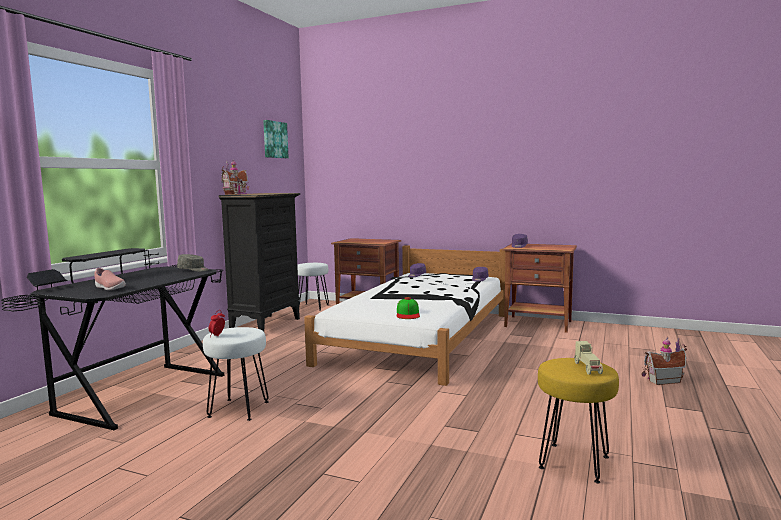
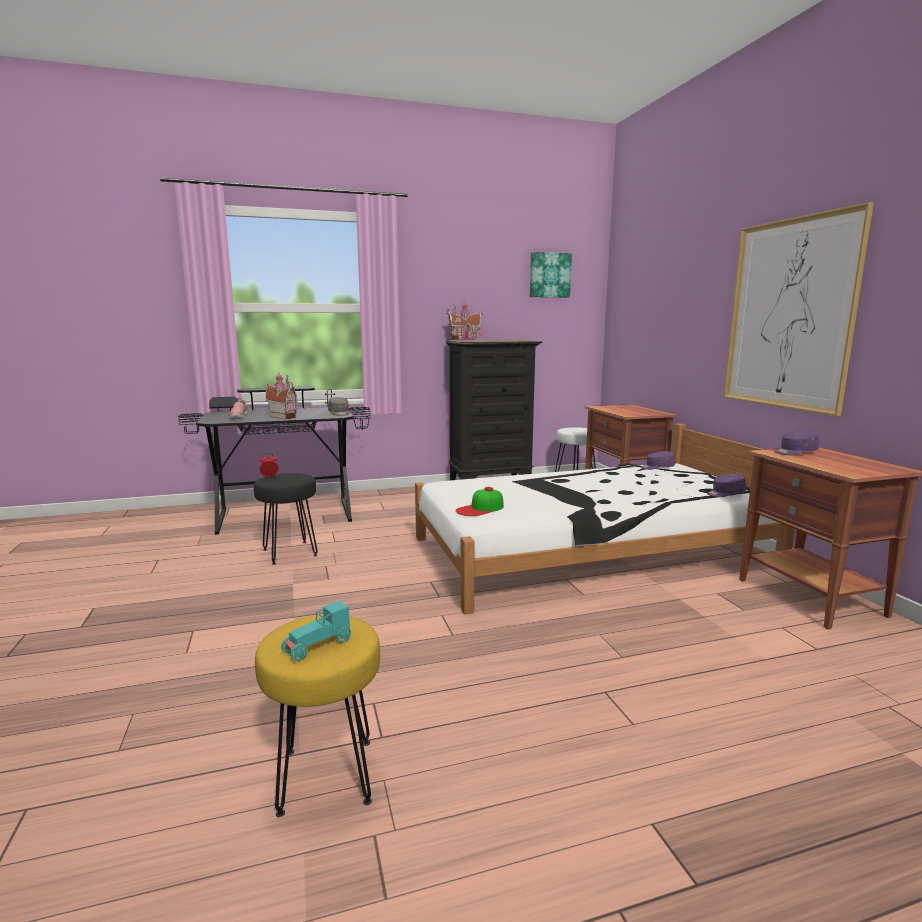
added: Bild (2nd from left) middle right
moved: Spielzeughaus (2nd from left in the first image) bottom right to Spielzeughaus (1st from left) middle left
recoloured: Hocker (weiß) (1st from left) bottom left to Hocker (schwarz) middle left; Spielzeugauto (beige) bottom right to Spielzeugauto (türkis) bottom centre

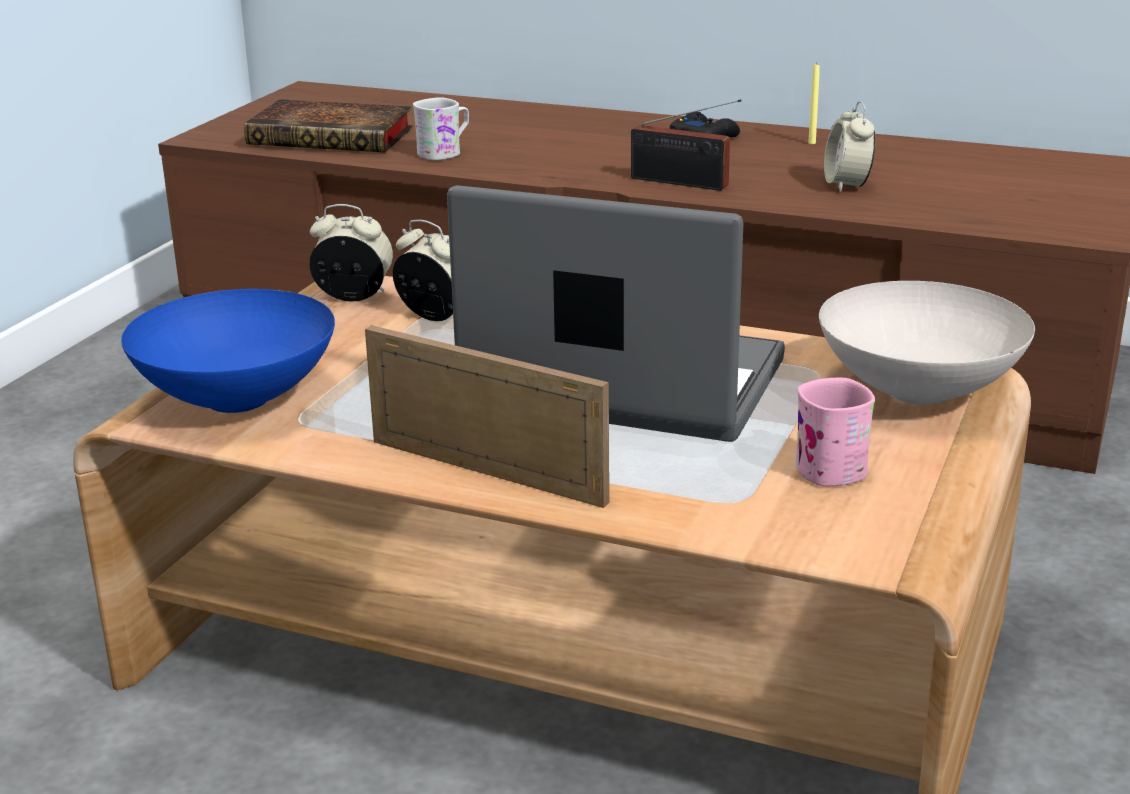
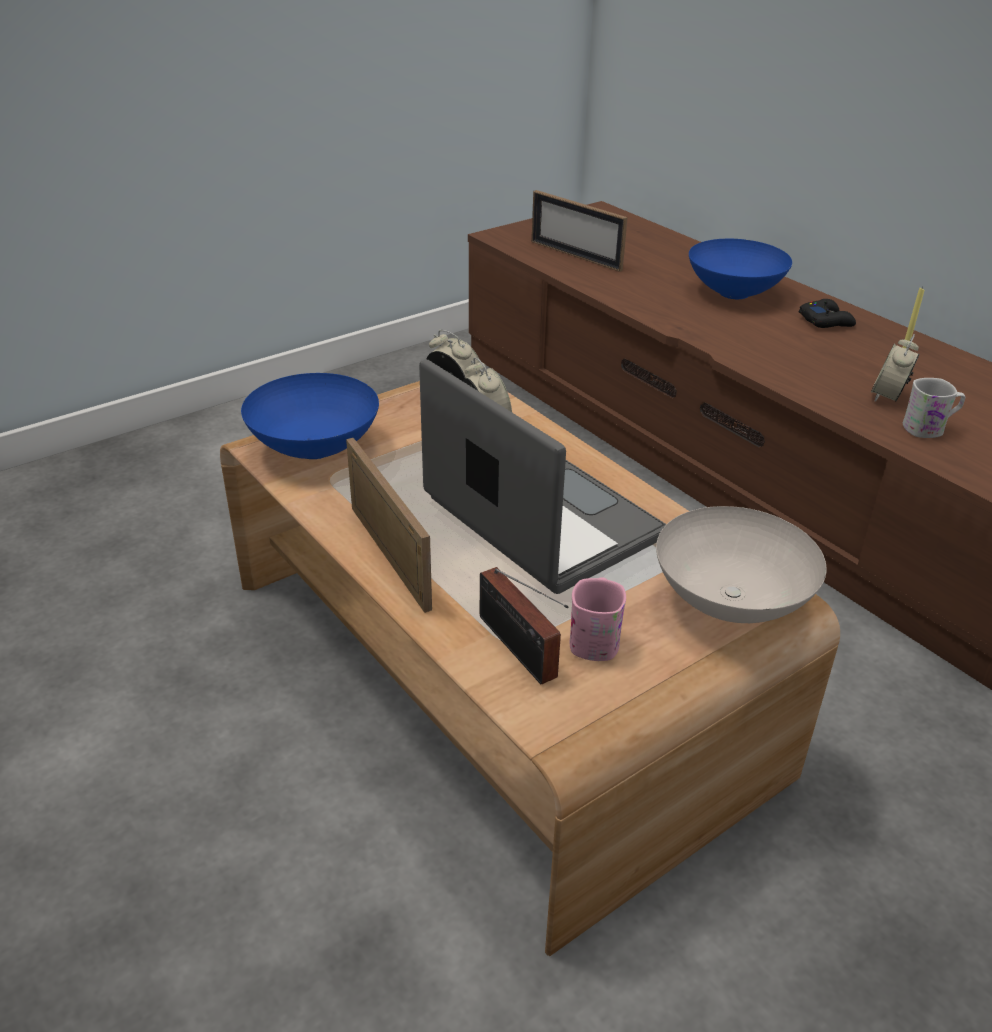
added: Schüssel (blau) (2nd from left) top right
moved: Henkelbecher (weiß) top centre to middle right; Radio top centre to centre
replaced: Buch top left to Bilderrahmen (2nd from left) top centre

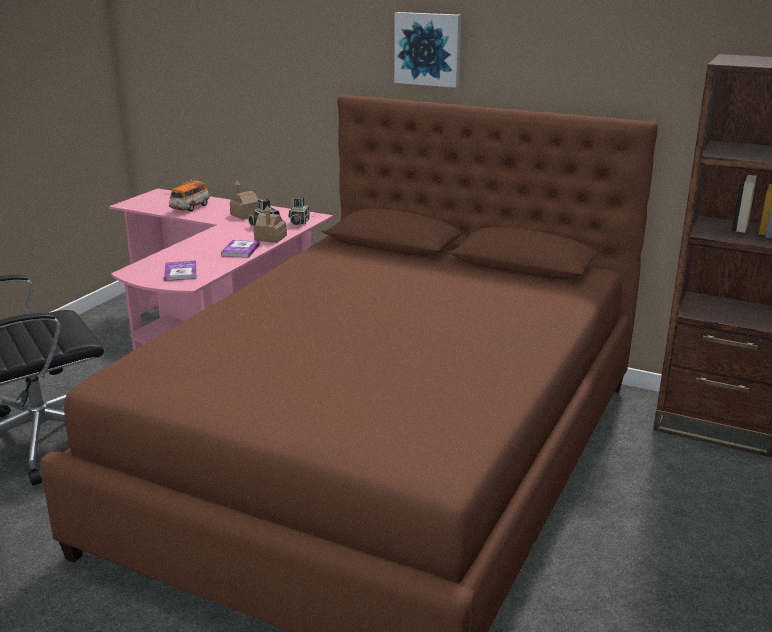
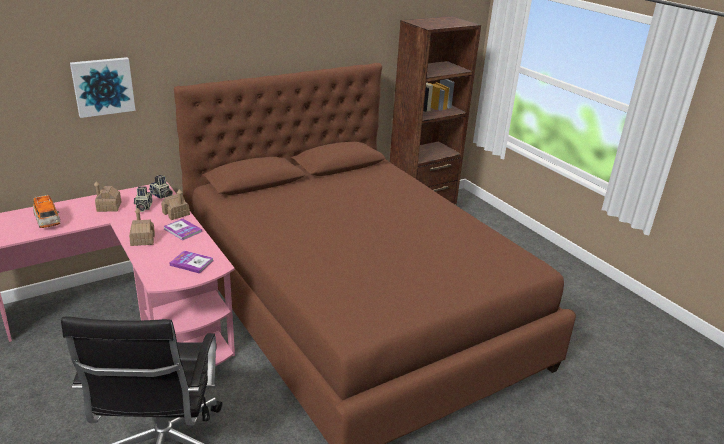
added: Spielzeughaus (2nd from left) middle left
moved: Bild top centre to top left

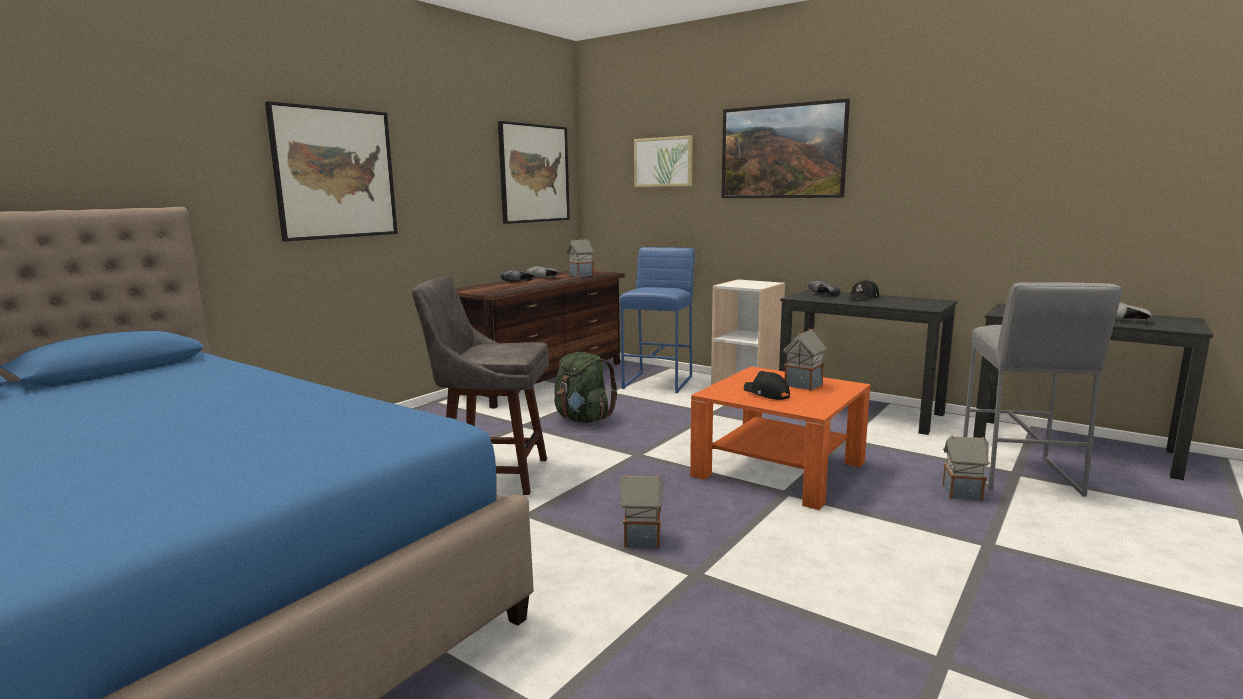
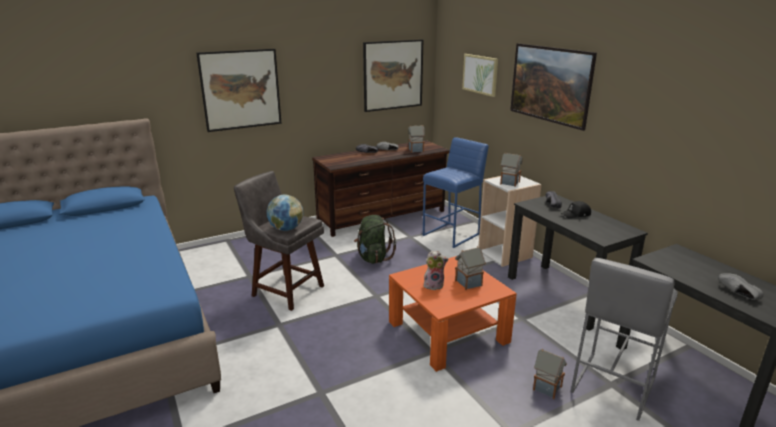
added: Globus centre
moved: Spielzeughaus (2nd from left in the first image) bottom centre to Spielzeughaus (3rd from left) centre
replaced: Kappe (schwarz) (1st from left) centre to Plüschtier centre

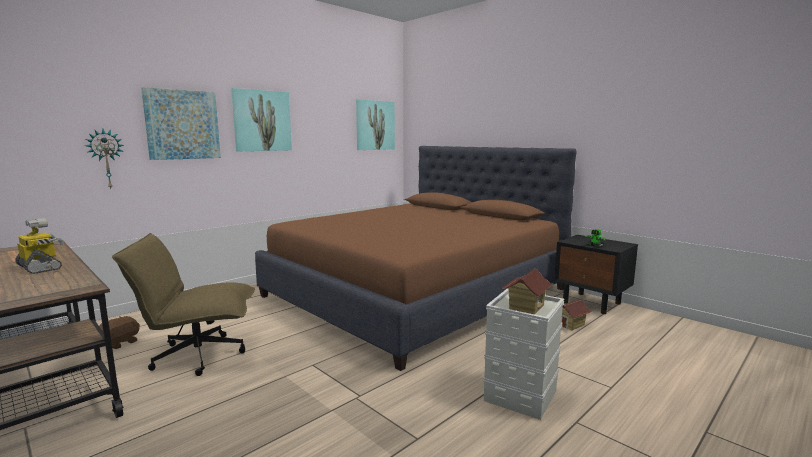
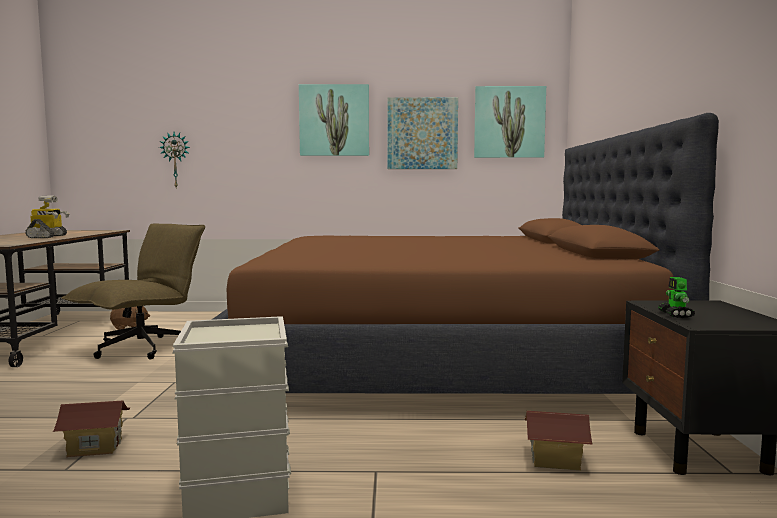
moved: Bild (1st from left in the first image) top left to Bild (2nd from left) top centre; Spielzeughaus (1st from left) centre to bottom left
turned: Bürostuhl (beige) middle left = middle left 90 degrees clockwise

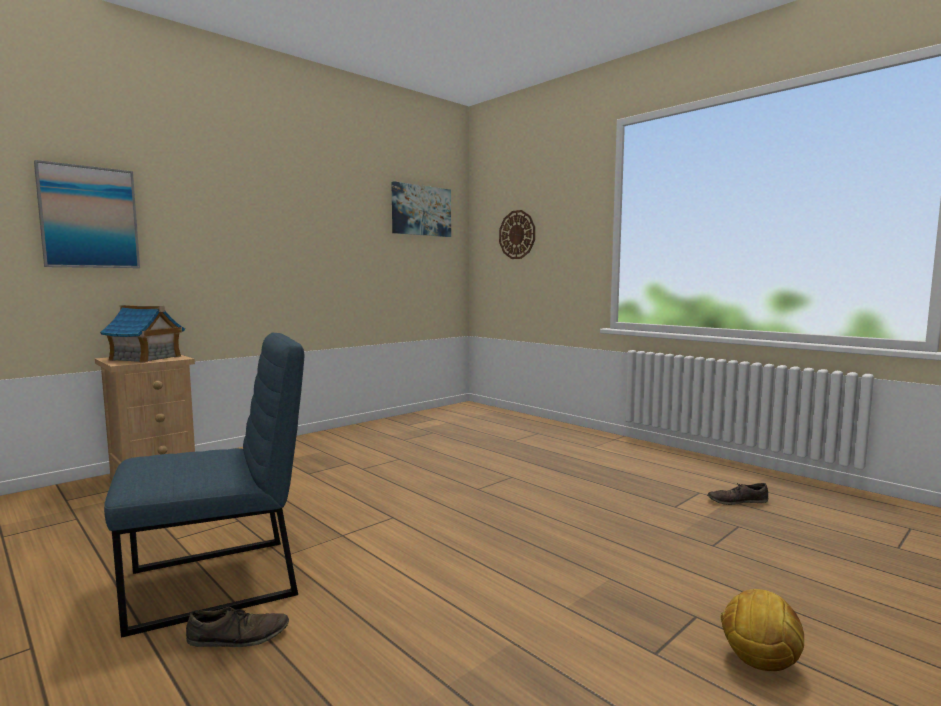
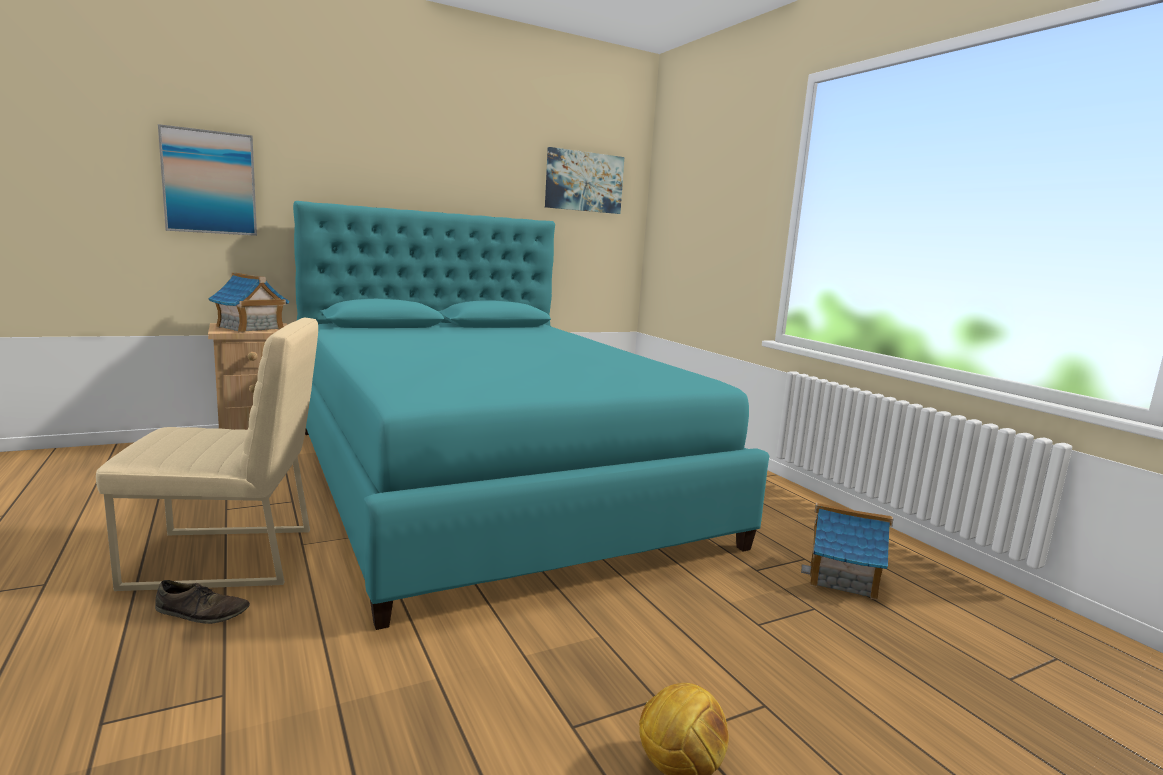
removed: Wanduhr top centre
added: Bett (türkis) centre
replaced: Schuh (braun) (2nd from left) bottom right to Spielzeughaus (2nd from left) bottom right
recoloured: Stuhl (blau) bottom left to Stuhl (beige) middle left

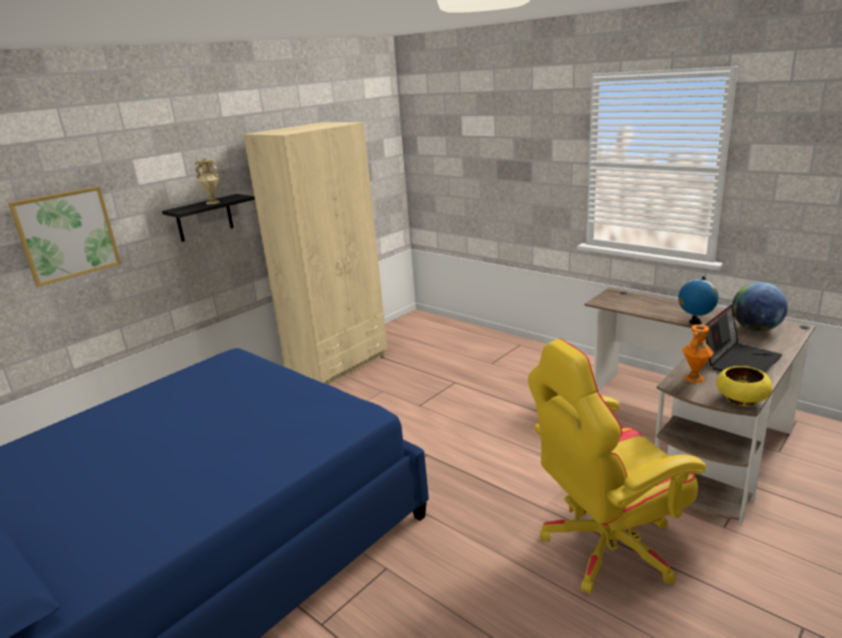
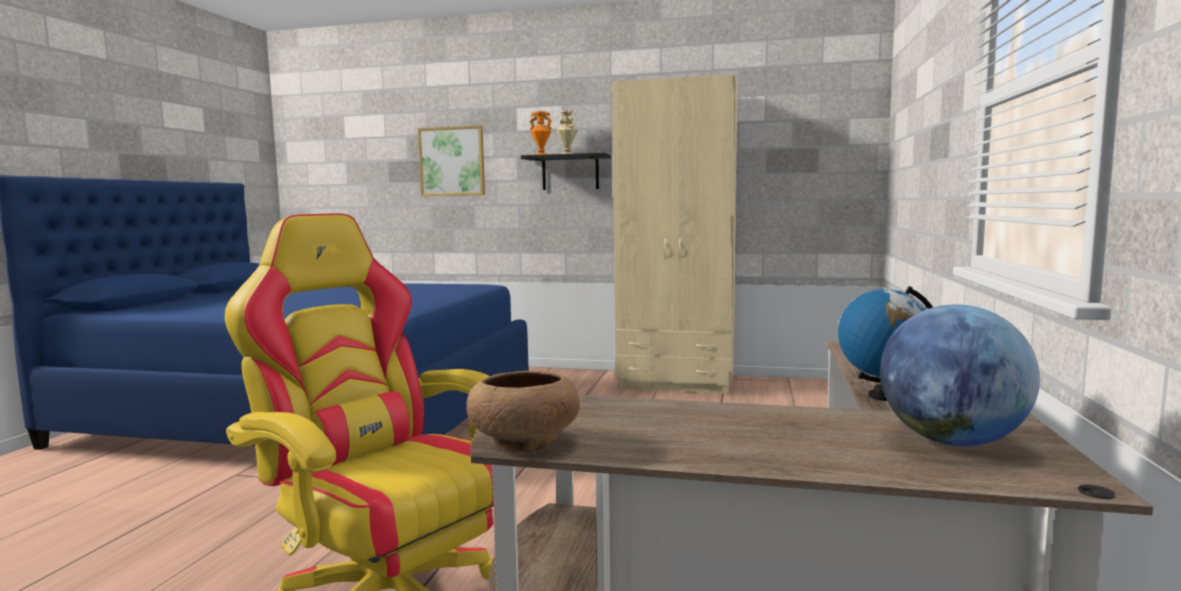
removed: Laptop middle right
moved: Vase (orange) middle right to top centre
recoloured: Schüssel (gelb) middle right to Schüssel (braun) bottom centre

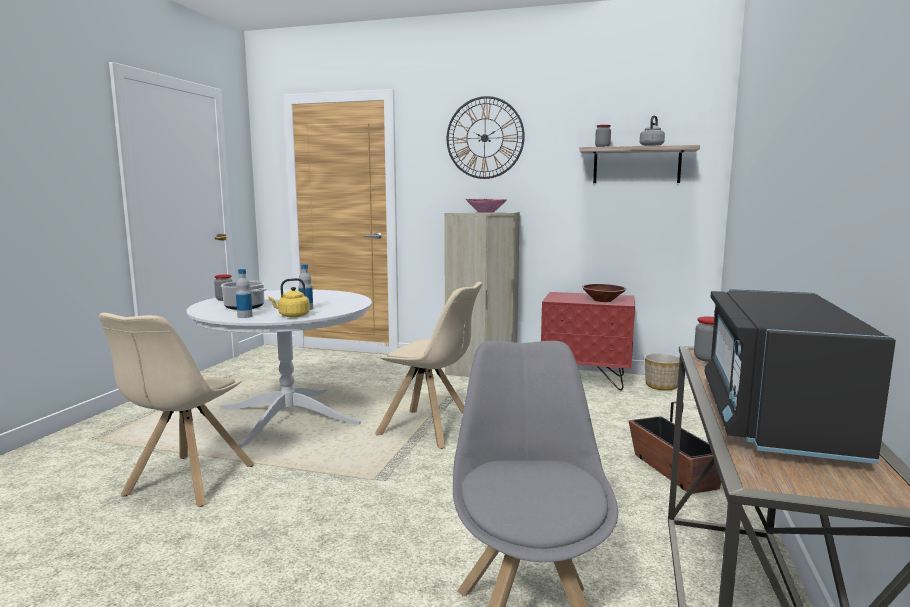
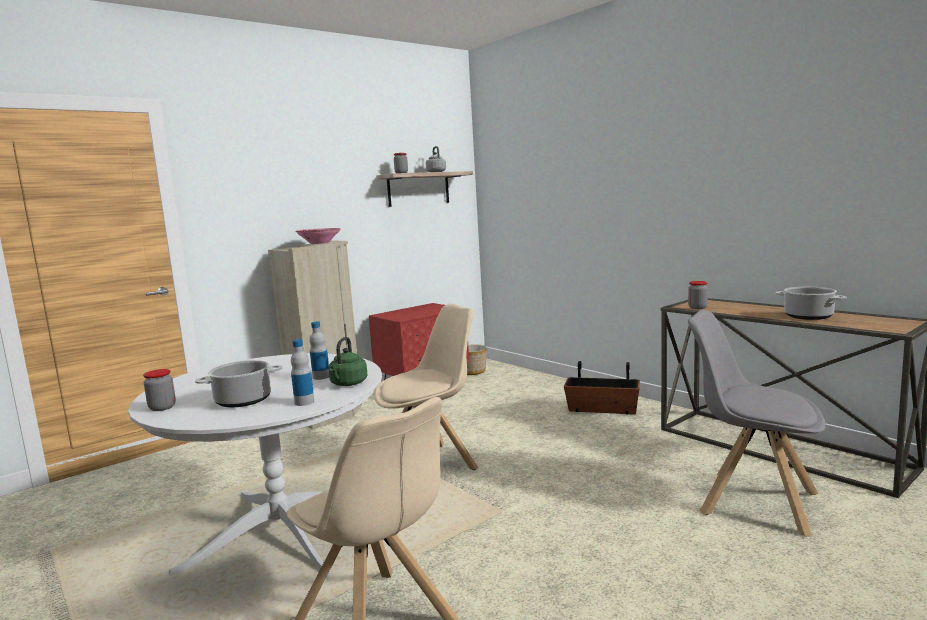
removed: Wanduhr top centre; Schüssel (braun) centre
replaced: Mikrowelle (schwarz) middle right to Kochtopf (2nd from left) middle right
recoloured: Wasserkessel (gelb) middle left to Wasserkessel (grün) centre

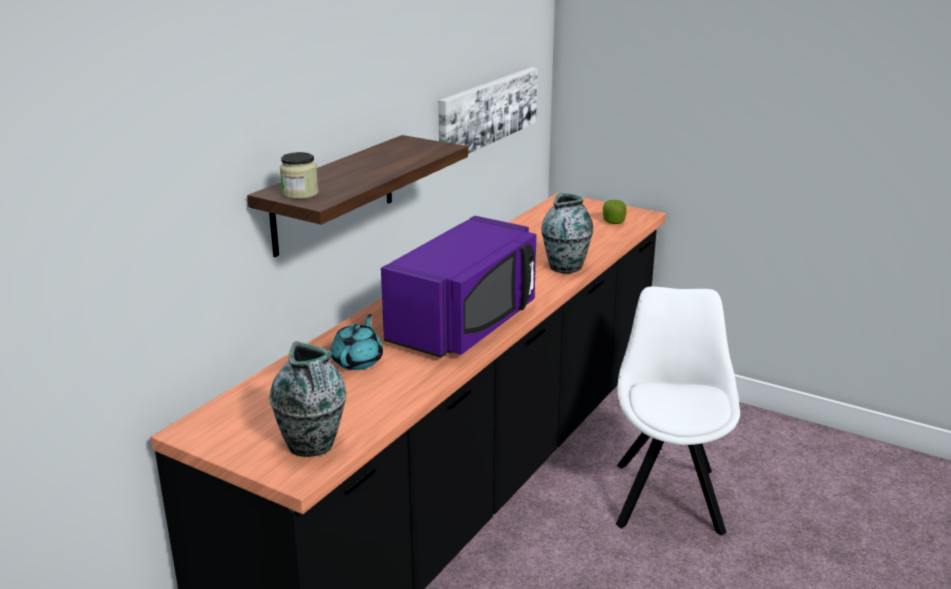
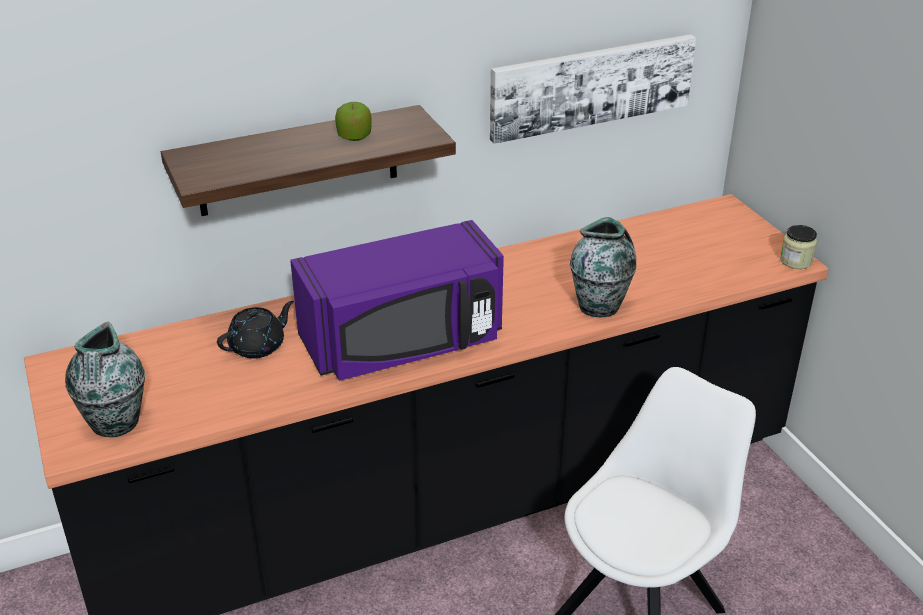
moved: Vorratsglas top left to middle right; Apfel centre to top centre
recoloured: Teekanne (türkis) centre to Teekanne (schwarz) middle left

